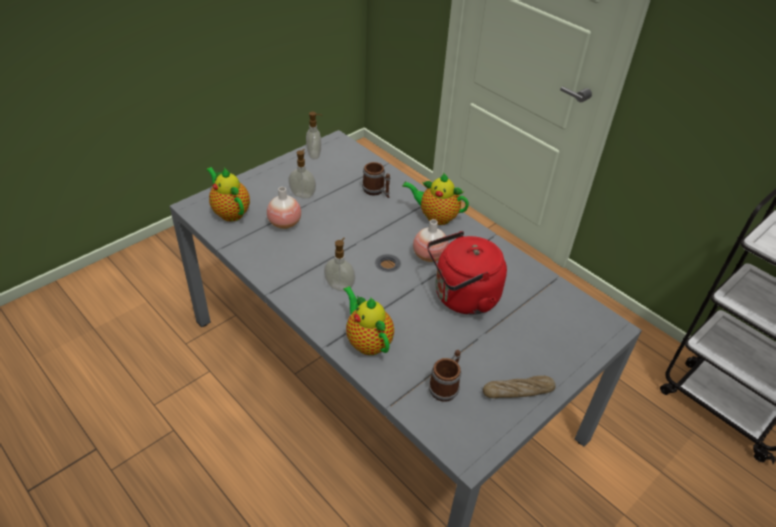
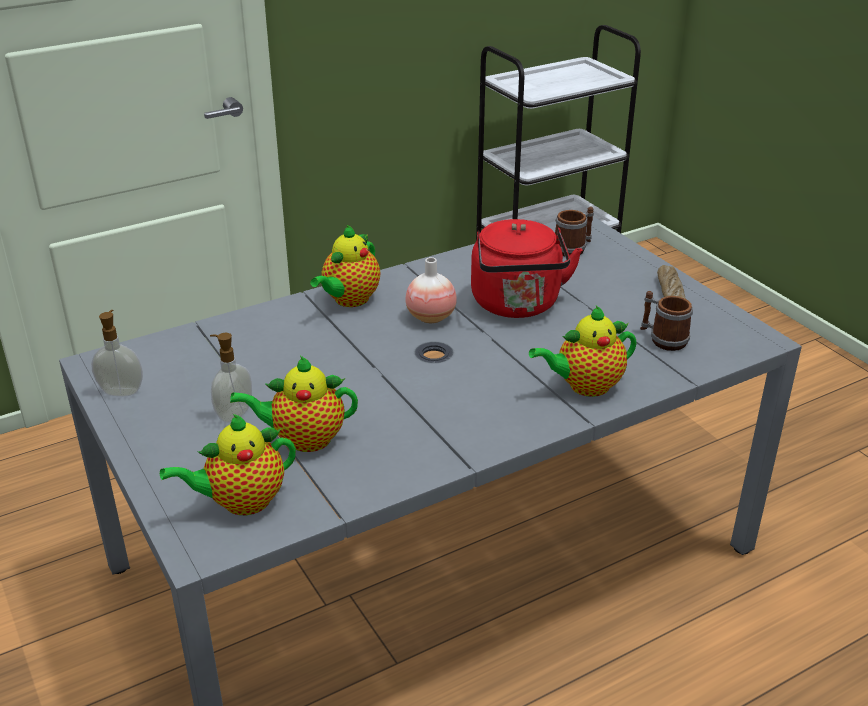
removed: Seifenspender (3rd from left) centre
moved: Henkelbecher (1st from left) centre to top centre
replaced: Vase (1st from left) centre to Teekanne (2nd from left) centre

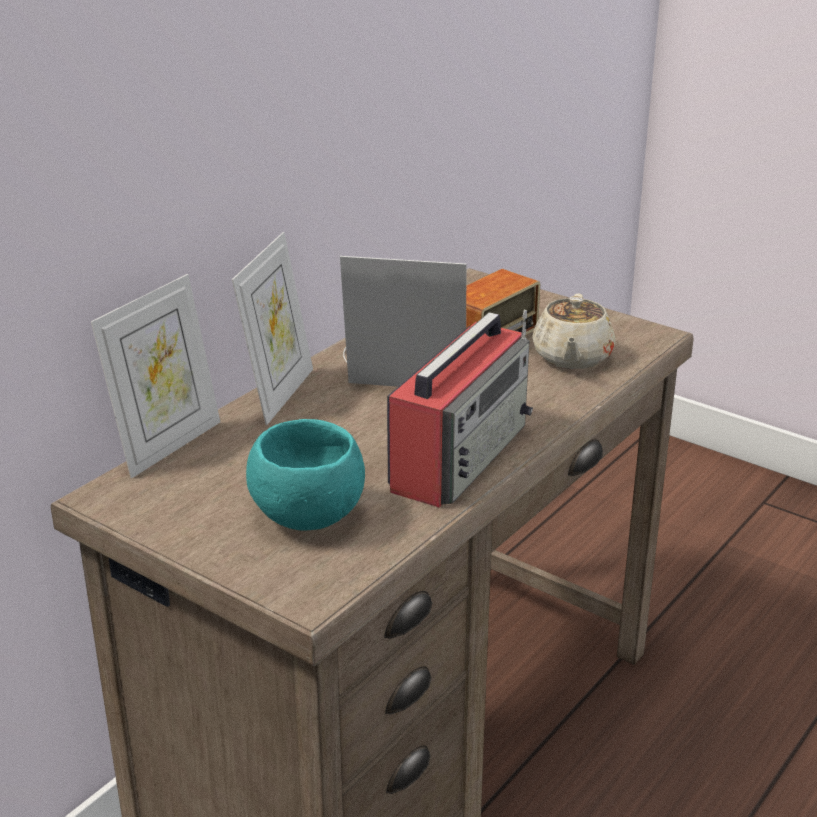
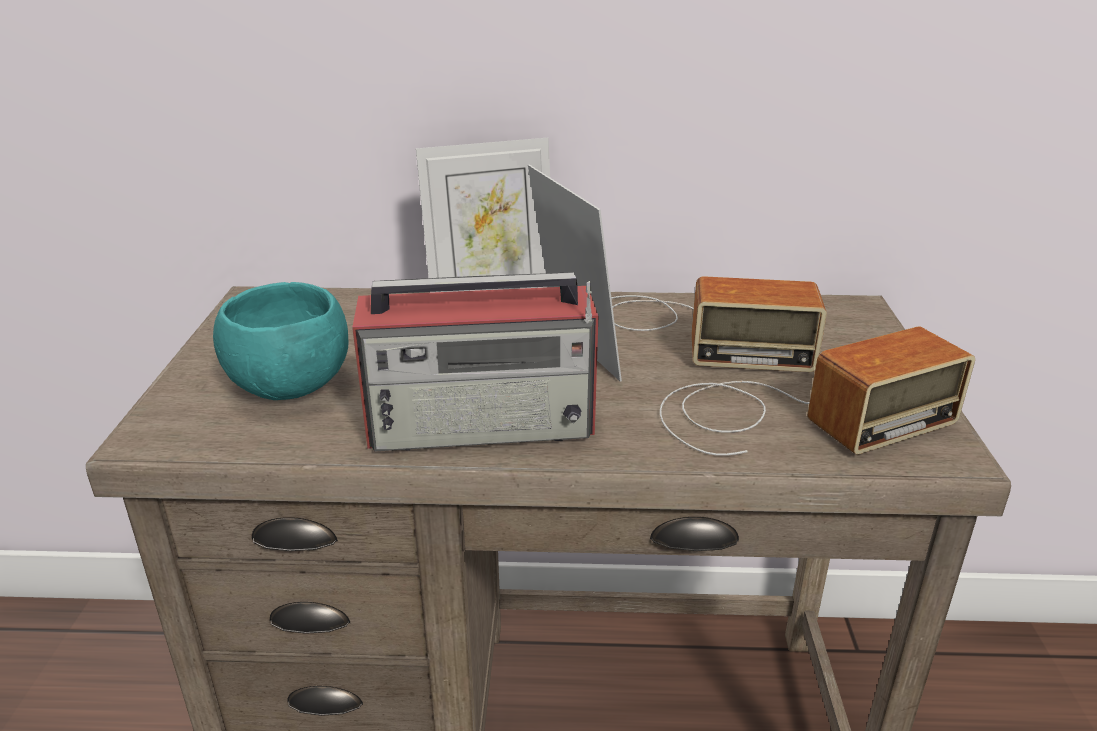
removed: Bilderrahmen (1st from left) middle left
replaced: Teekanne (beige) middle right to Radio (3rd from left) middle right

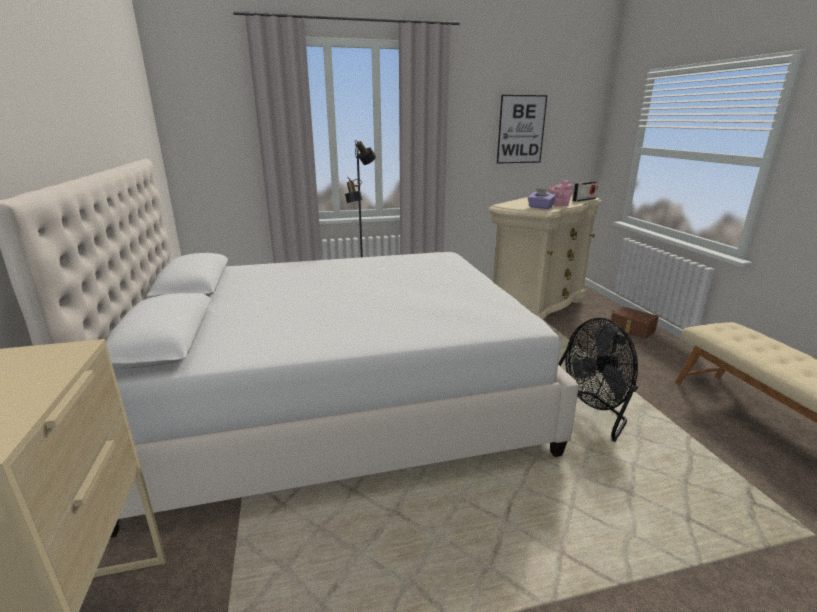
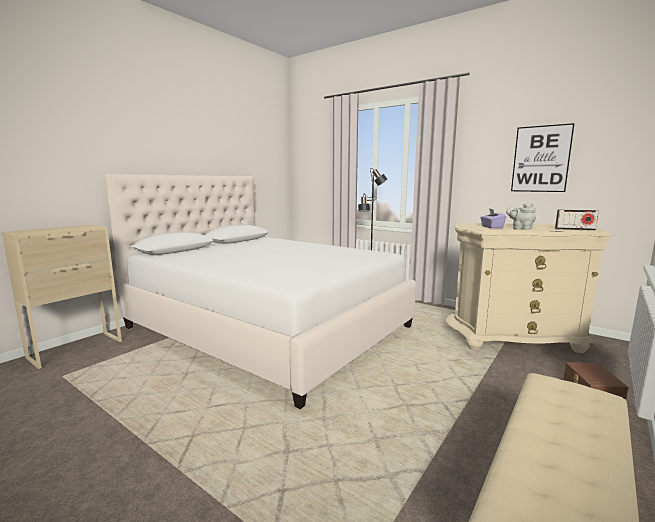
removed: Ventilator (schwarz) middle right
recoloured: Teekanne (rosa) top right to Teekanne (grau) middle right

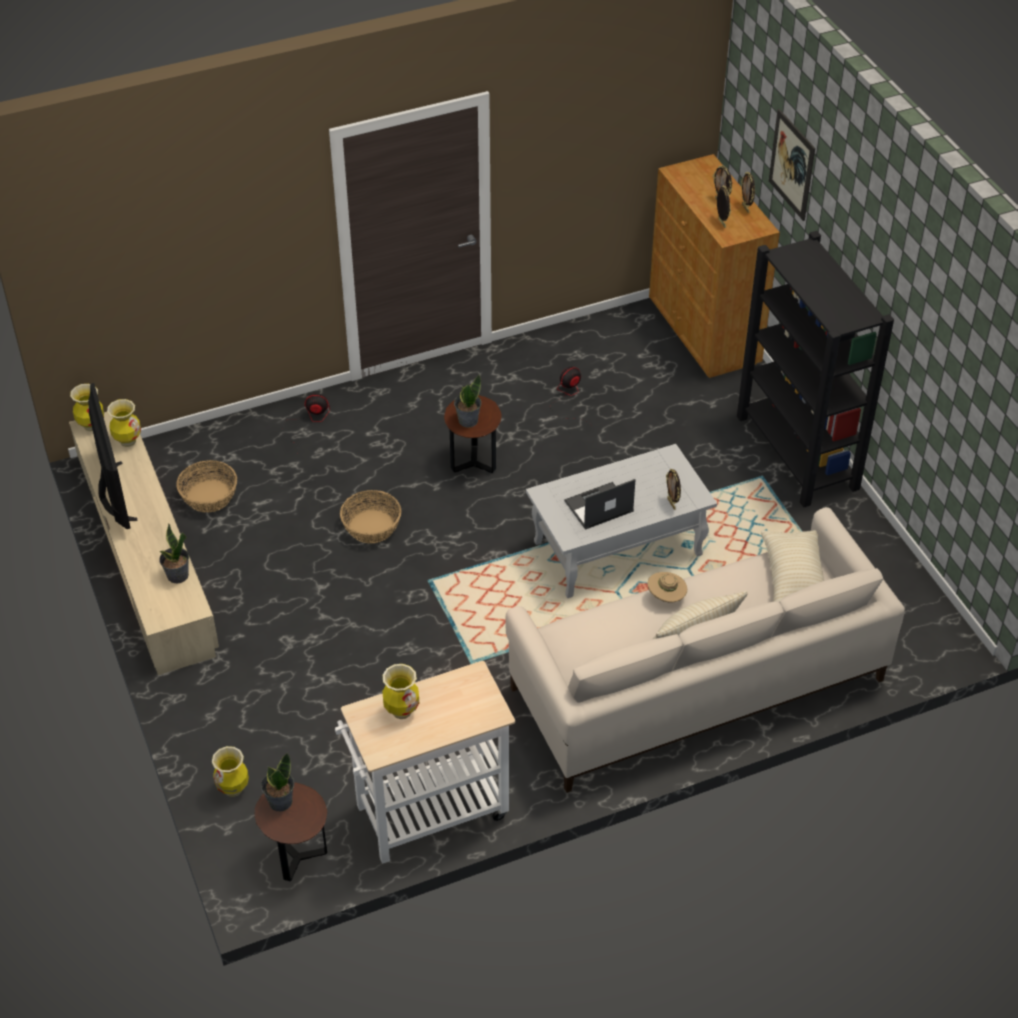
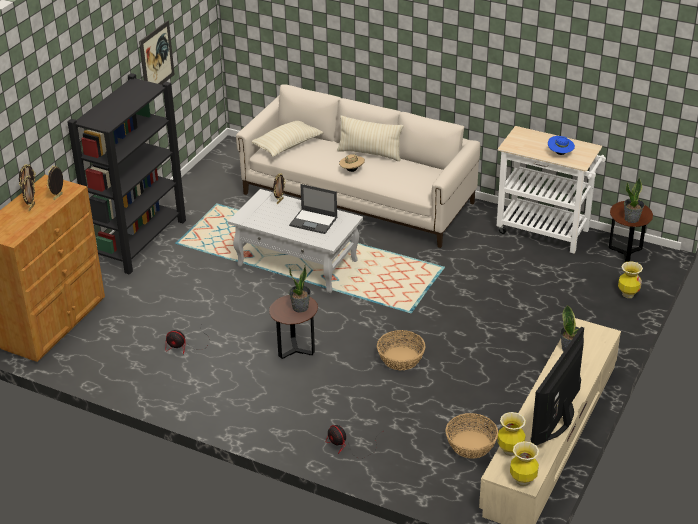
moved: Bild top right to top left
replaced: Vase (4th from left) bottom centre to Hut (blau) top right

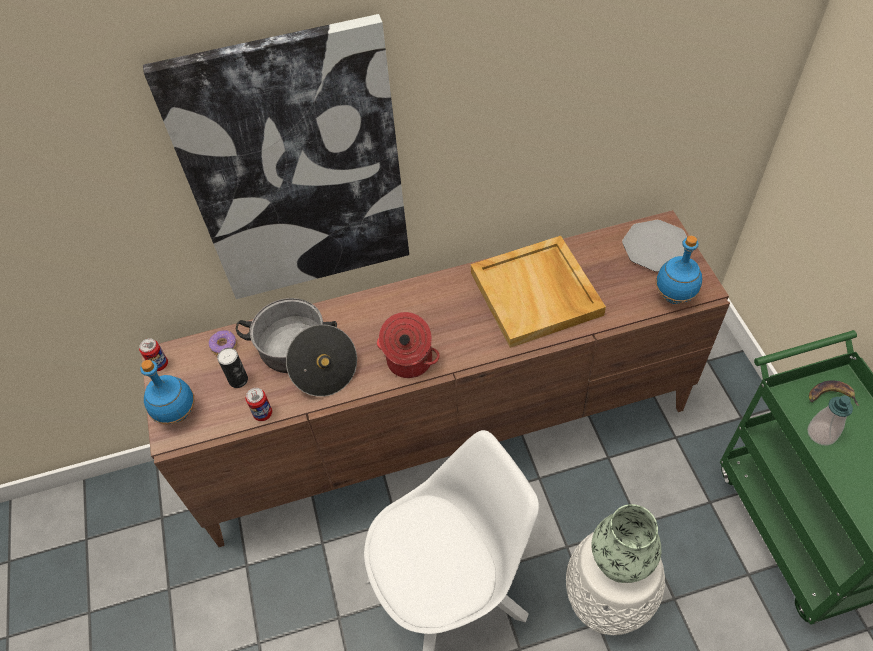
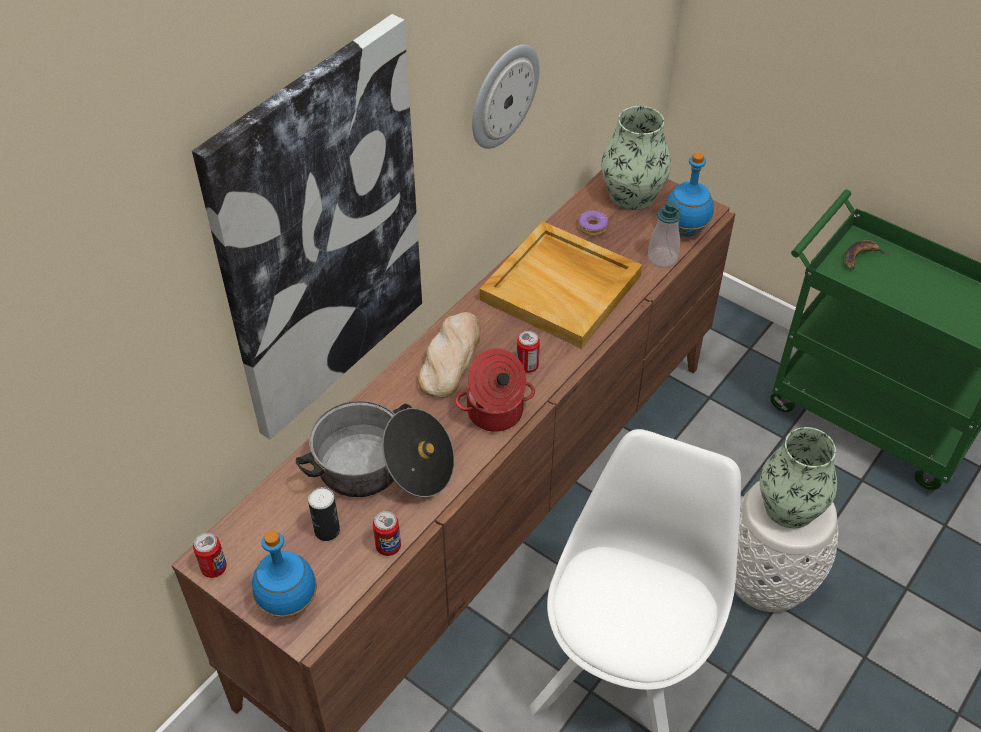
added: Brot centre; Wanduhr top centre; Dose (4th from left) centre
moved: Donut middle left to top centre; Seifenspender middle right to top right
replaced: Teller middle right to Vase (1st from left) top centre

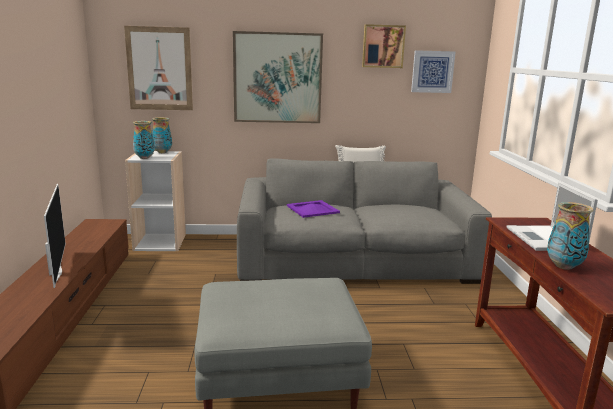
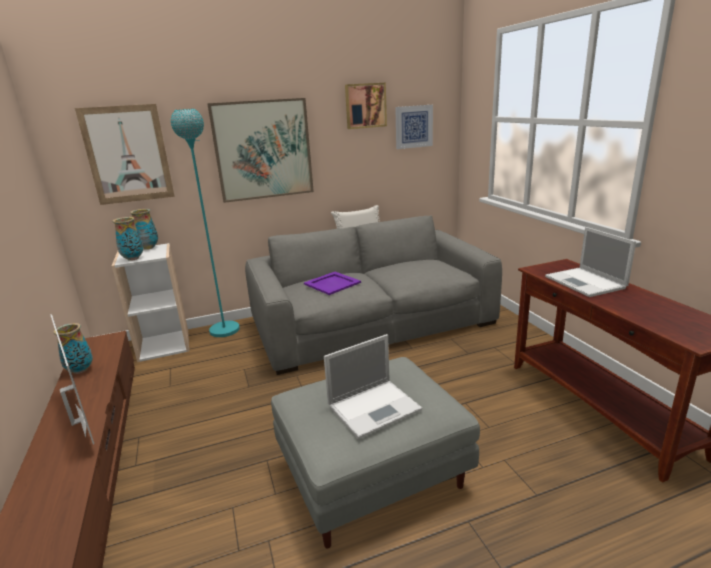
added: Stehlampe (türkis) middle left; Laptop (1st from left) bottom centre
moved: Vase (3rd from left in the first image) middle right to Vase (1st from left) middle left

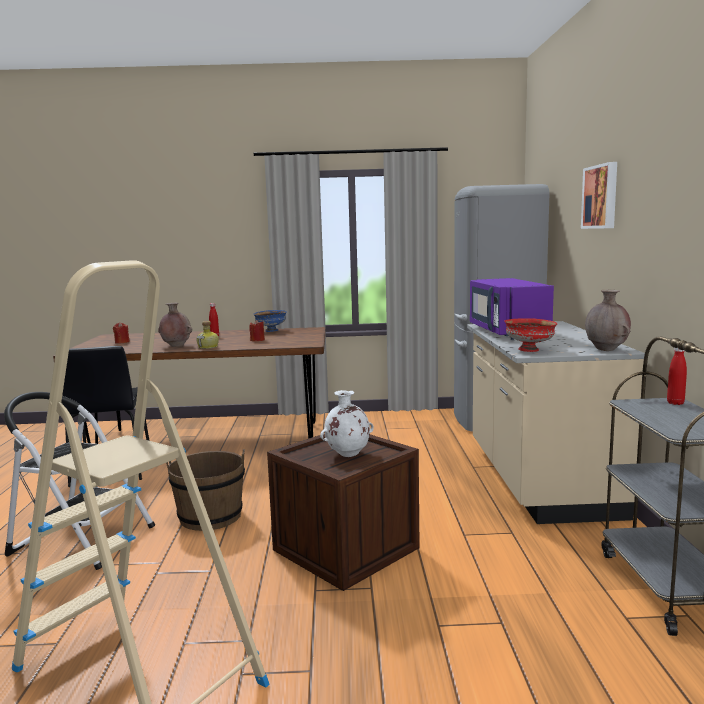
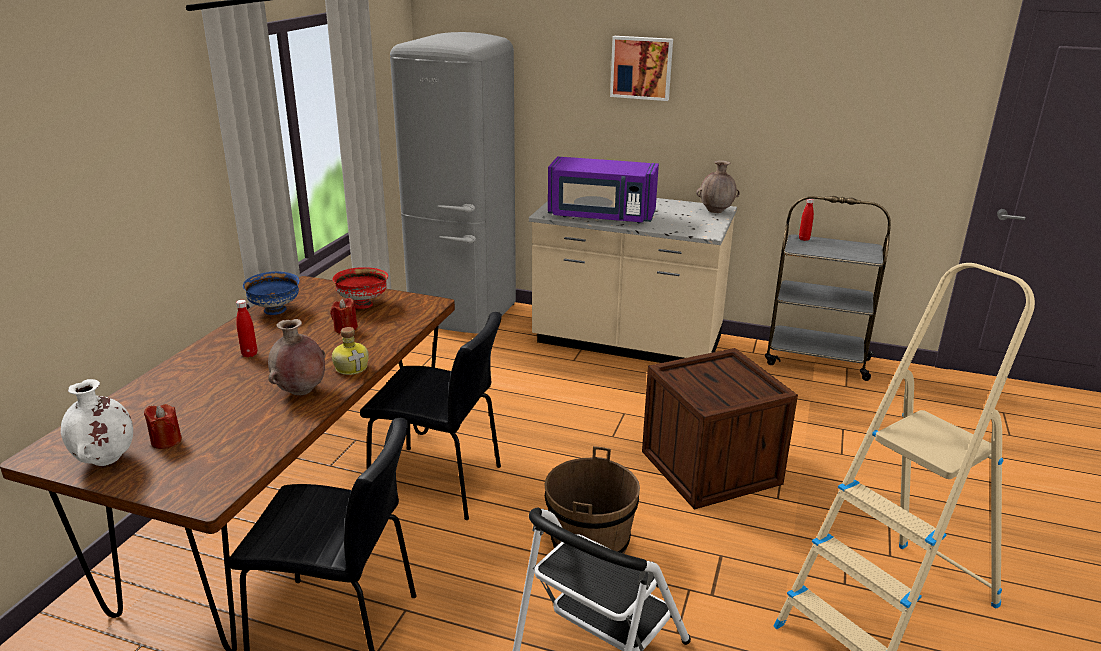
added: Stuhl (schwarz) (2nd from left) centre
moved: Vase (weiß) centre to middle left; Schüssel (rot) middle right to middle left

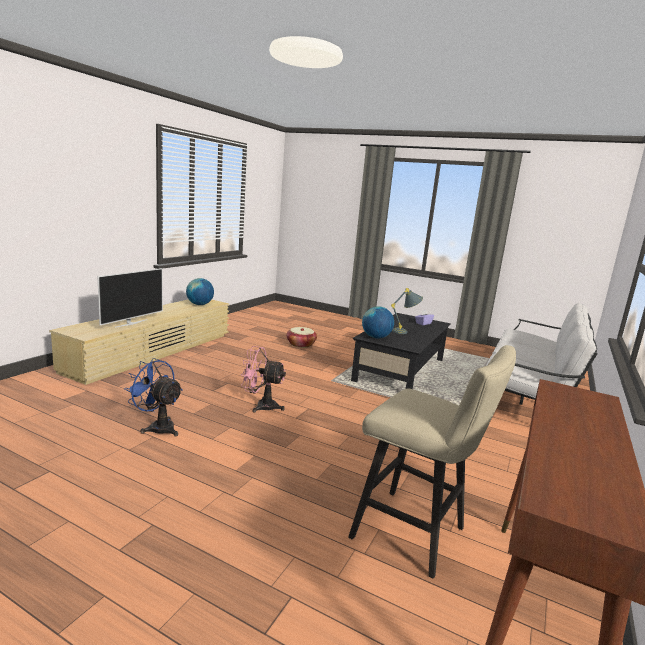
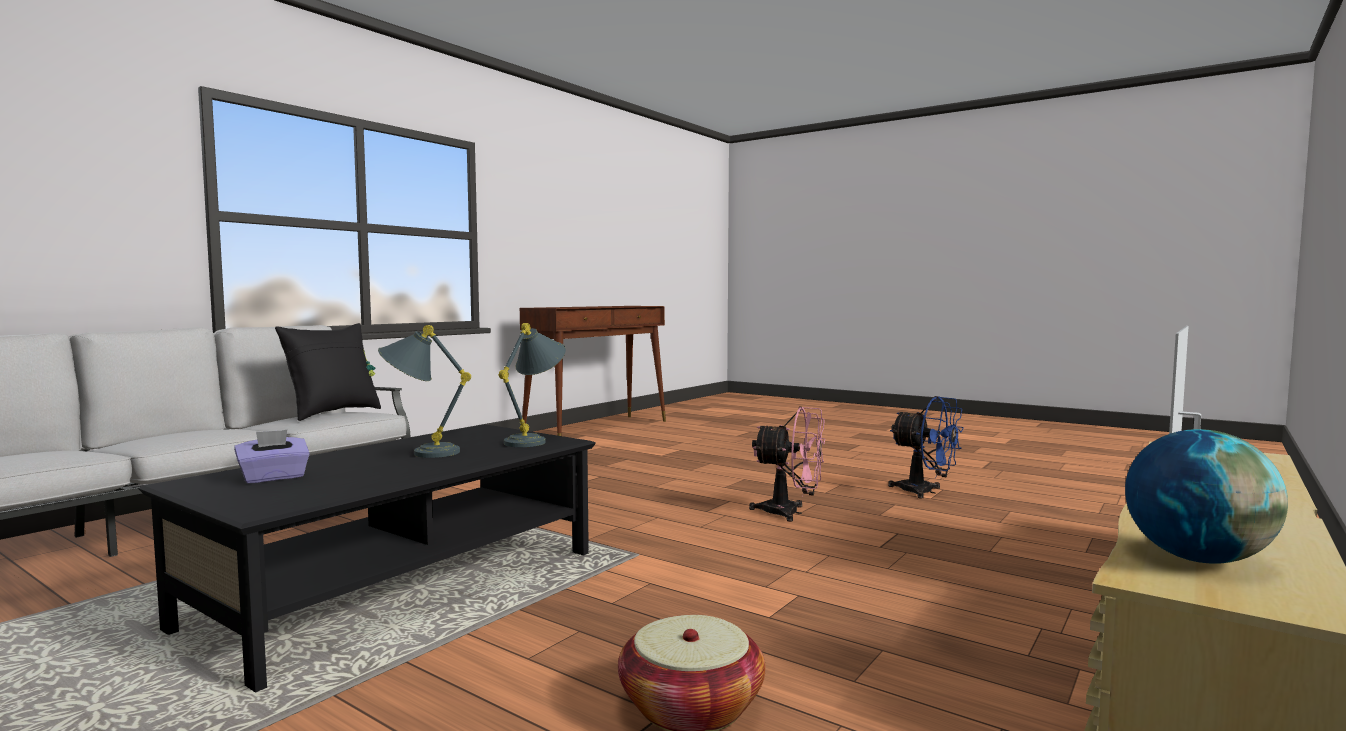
removed: Hocker (beige) bottom right
added: Kissen (schwarz) middle left
replaced: Globus (2nd from left) centre to Tischlampe (grau) (2nd from left) centre

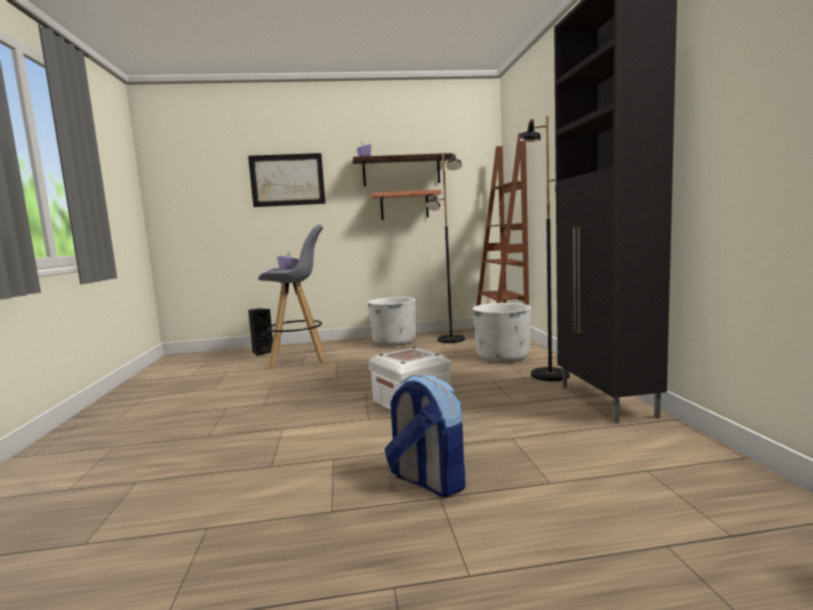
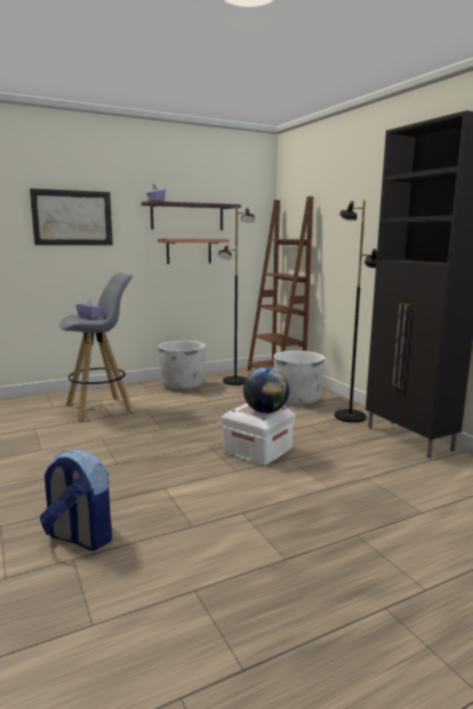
removed: Lautsprecher (schwarz) middle left
added: Globus centre
moved: Rucksack bottom centre to bottom left

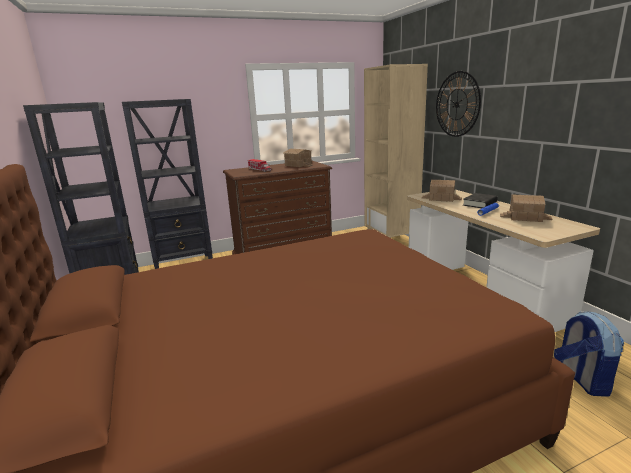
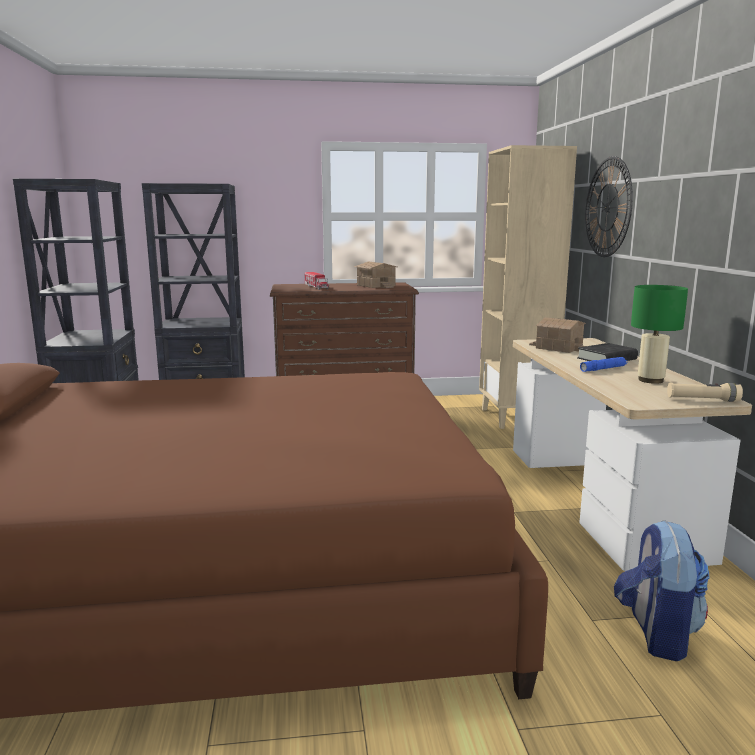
added: Taschenlampe (beige) middle right
replaced: Spielzeughaus (3rd from left) middle right to Tischlampe (grün) middle right

